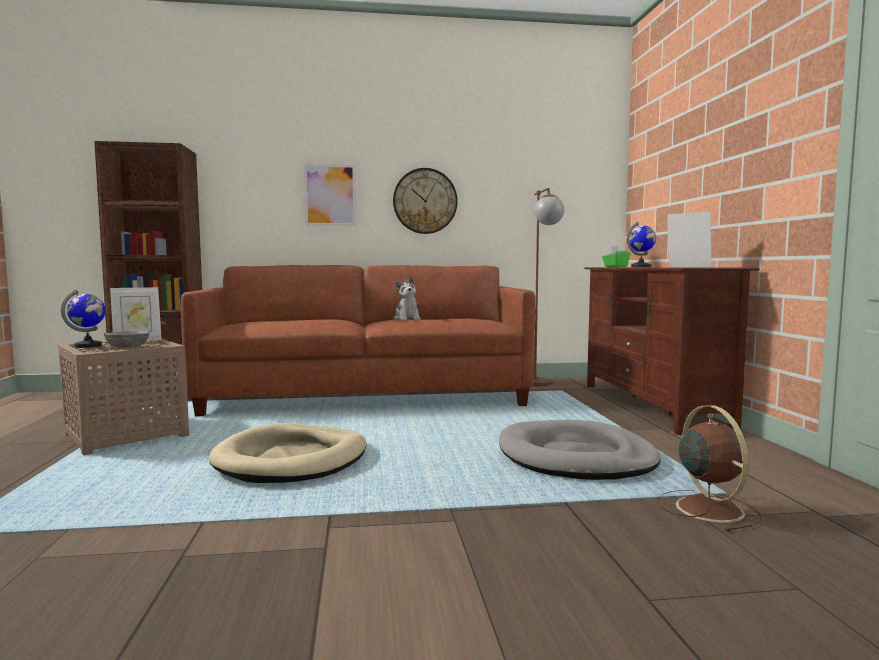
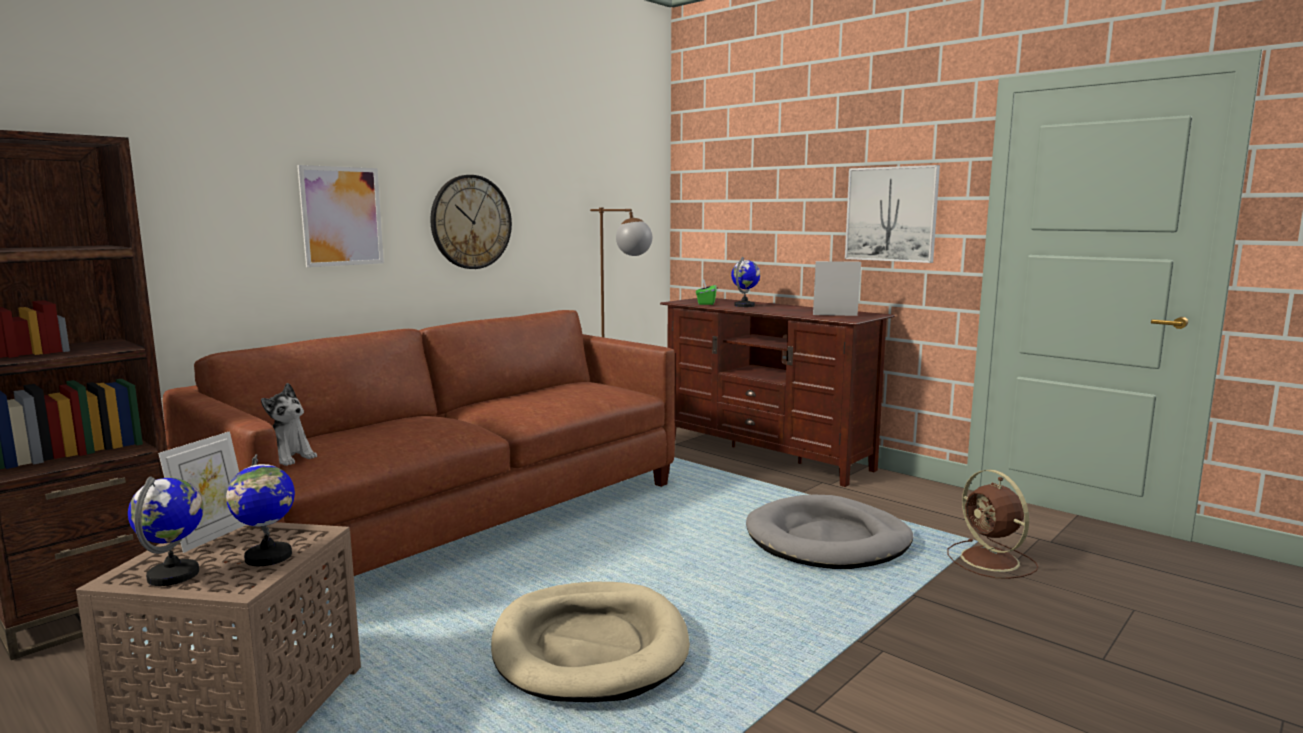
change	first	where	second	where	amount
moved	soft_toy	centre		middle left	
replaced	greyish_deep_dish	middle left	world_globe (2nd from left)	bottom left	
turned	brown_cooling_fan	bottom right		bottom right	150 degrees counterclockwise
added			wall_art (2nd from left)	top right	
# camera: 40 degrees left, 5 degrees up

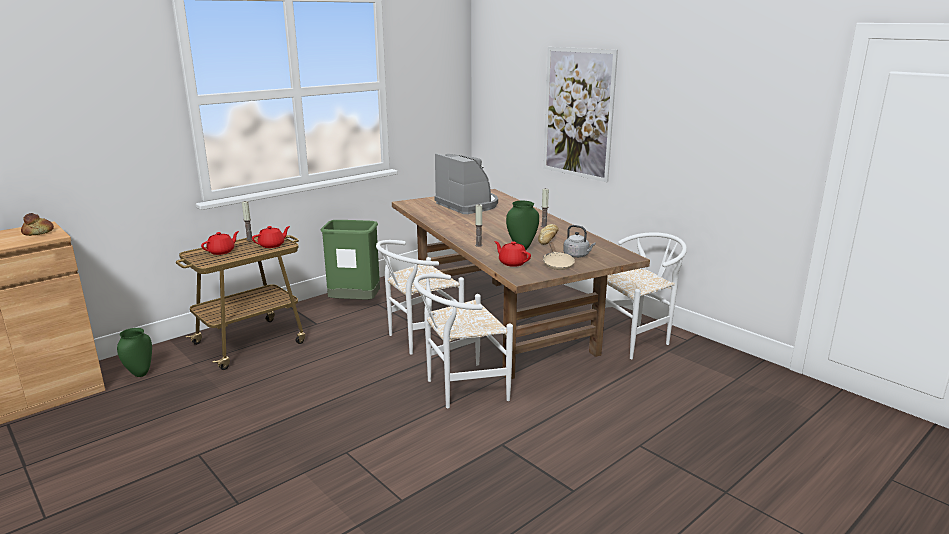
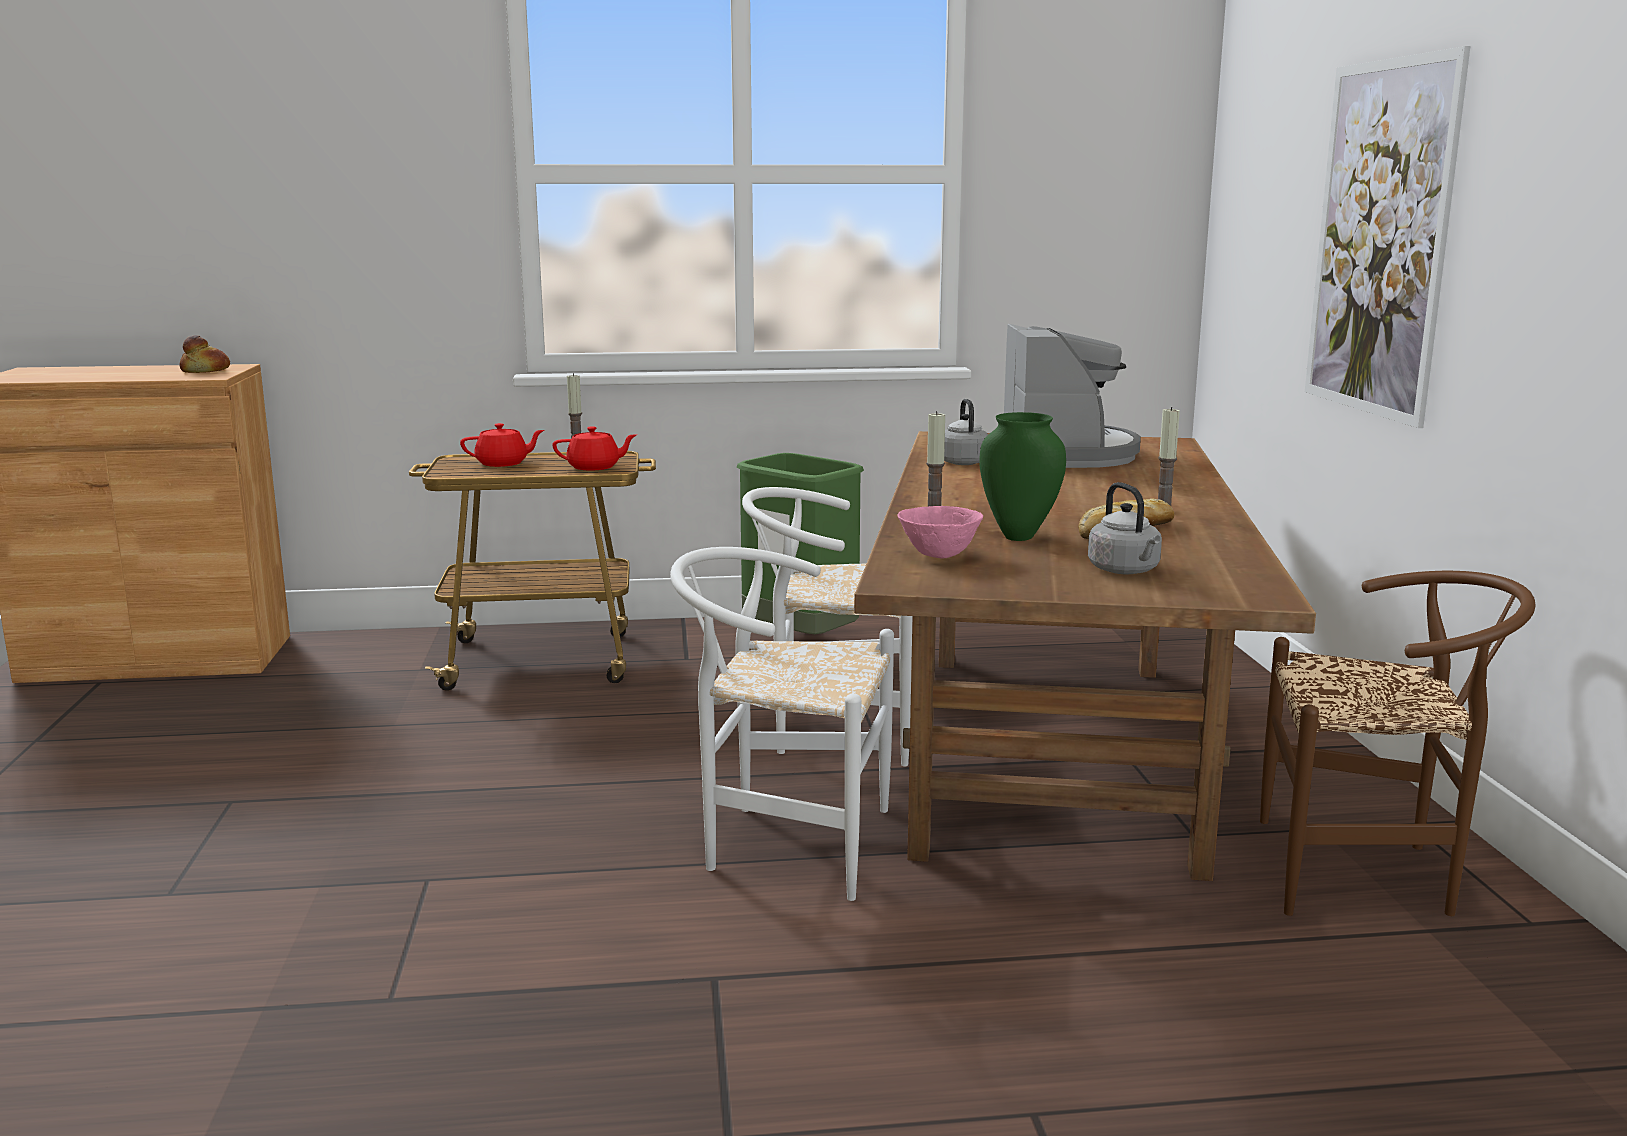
change	first	where	second	where	amount
recoloured	whitish_chair (3rd from left)	middle right	brown_chair	middle right	
replaced	red_pot_for_tea (3rd from left)	centre	pink_deep_dish	centre	
removed	beige-coloured_skillet	centre			
removed	green_decorative_vase (1st from left)	middle left			
added			greyish_water_kettle (1st from left)	centre	
# camera: 35 degrees right, 5 degrees down

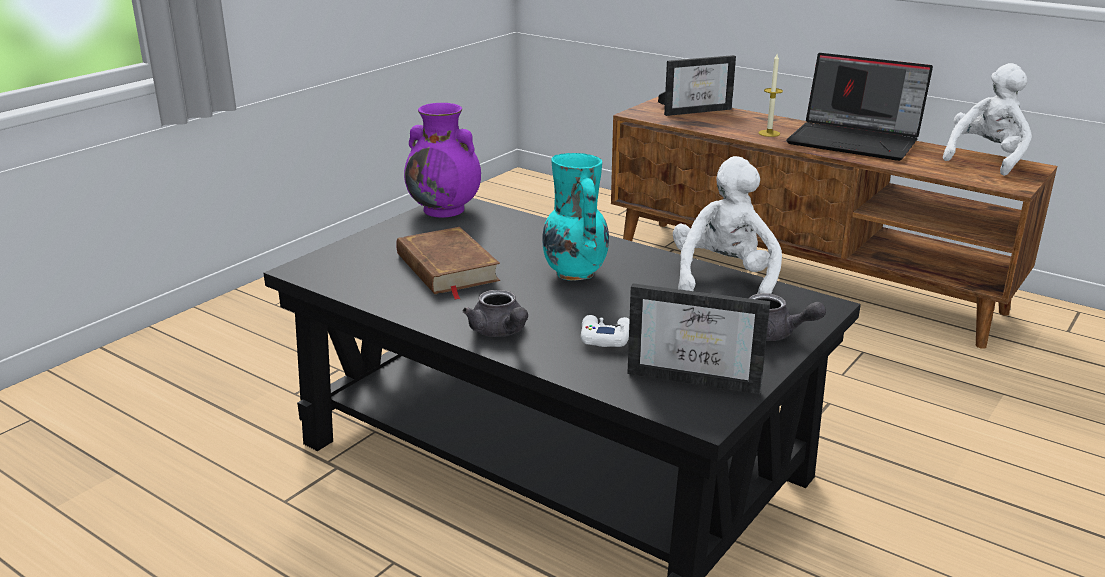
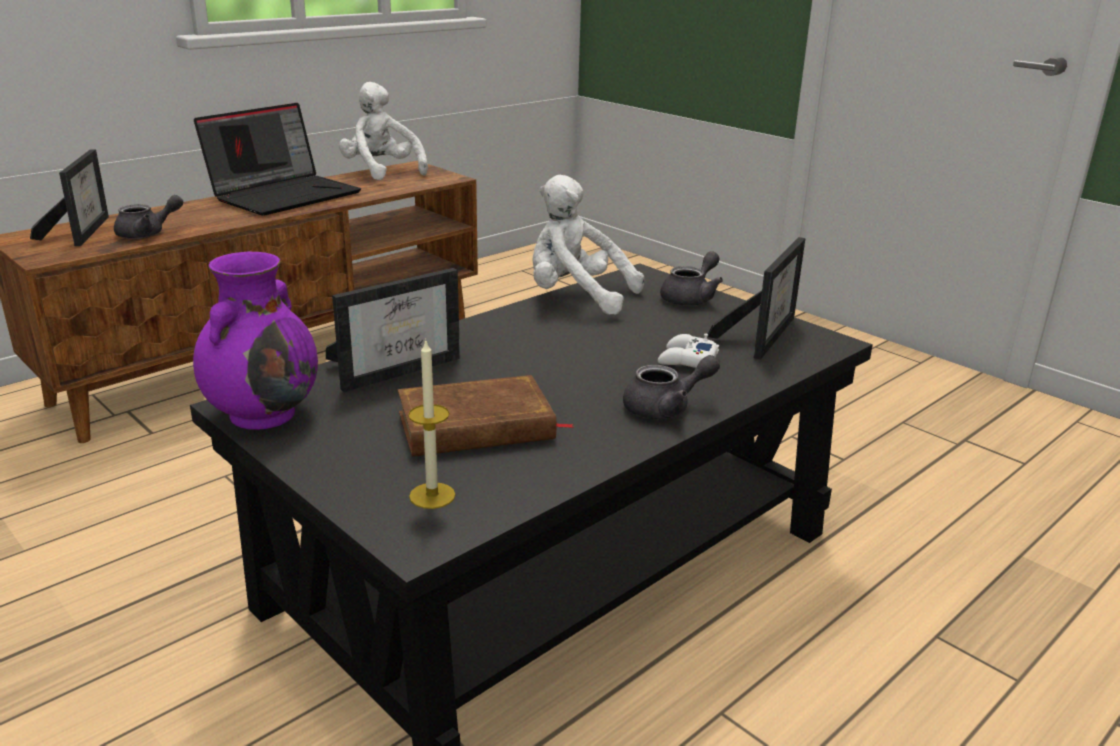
change	first	where	second	where	amount
moved	wax_light	top right		centre	
removed	turquoise_decorative_vase	centre			
added			greyish_pot_for_tea (1st from left)	top left	
added			picture_frame (2nd from left)	centre	
# camera: 80 degrees left, 0 degrees up

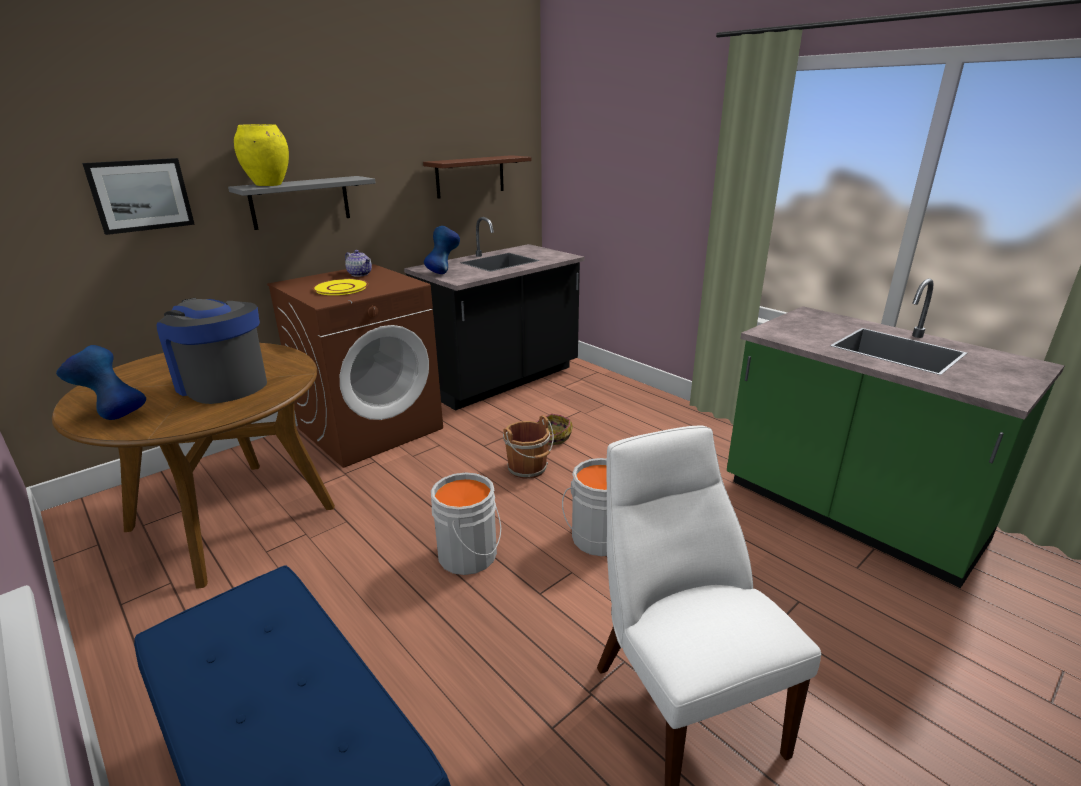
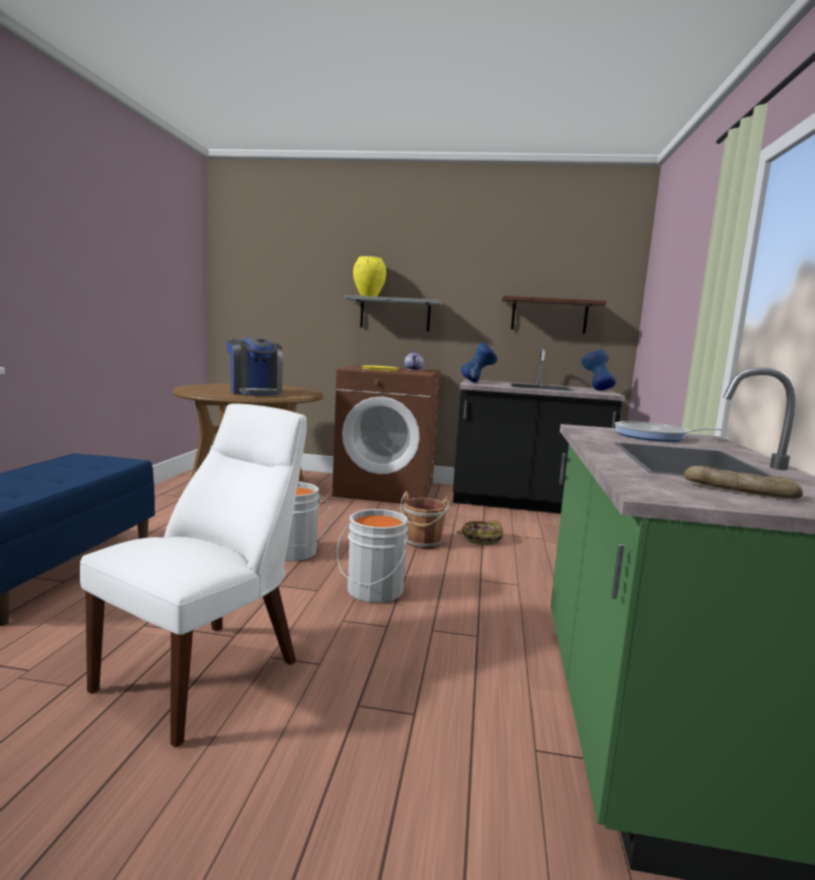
change	first	where	second	where	amount
removed	wall_art	top left			
turned	coffee_machine	middle left		middle left	150 degrees clockwise
moved	blue_decorative_vase (1st from left in the first image)	middle left	blue_decorative_vase (2nd from left)	middle right	
added			skillet	middle right	
added			bakery_bread	middle right	
# camera: 50 degrees right, 15 degrees down

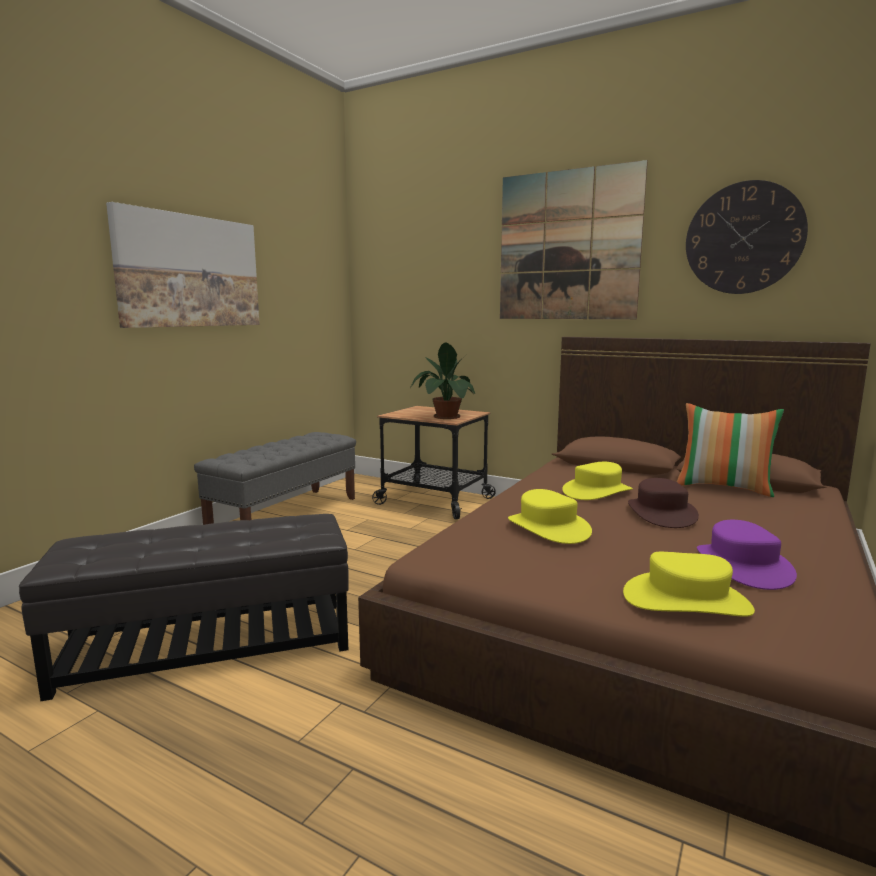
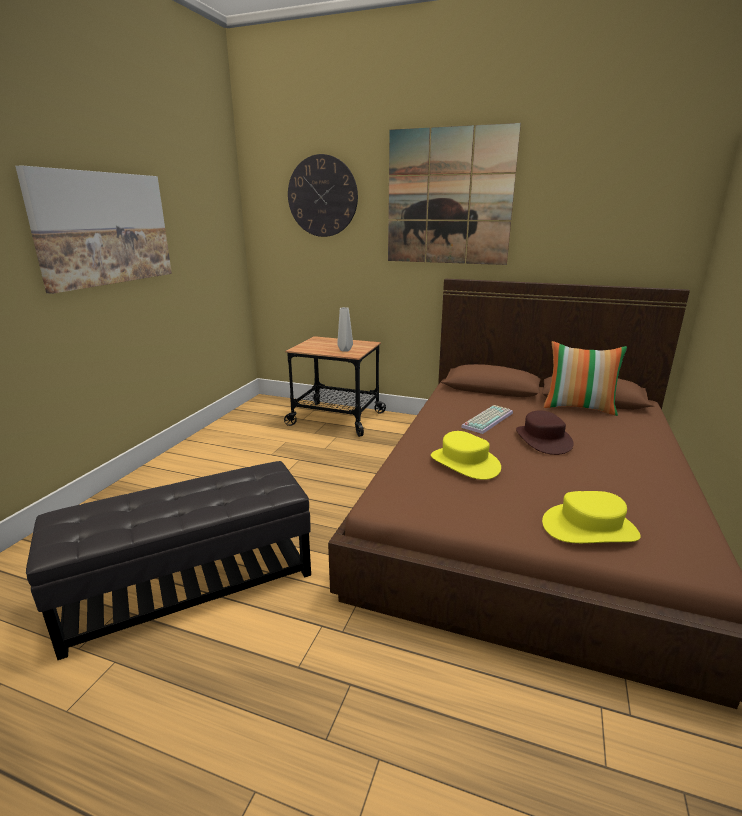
change	first	where	second	where	amount
moved	hanging_clock	top right		top centre	
replaced	houseplant	centre	greyish_decorative_vase	centre	
removed	greyish_long_seat	middle left			
replaced	yellow-coloured_clothing_hat (2nd from left)	middle right	keyboard	centre	
removed	purplish_clothing_hat	middle right			
# camera: 10 degrees left, 10 degrees up

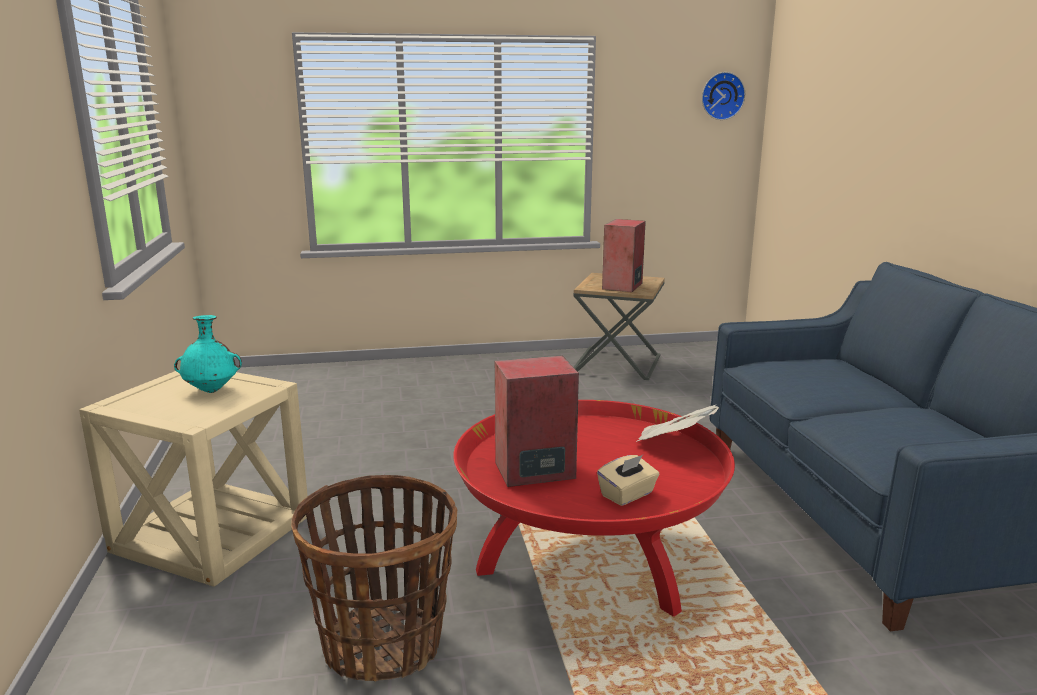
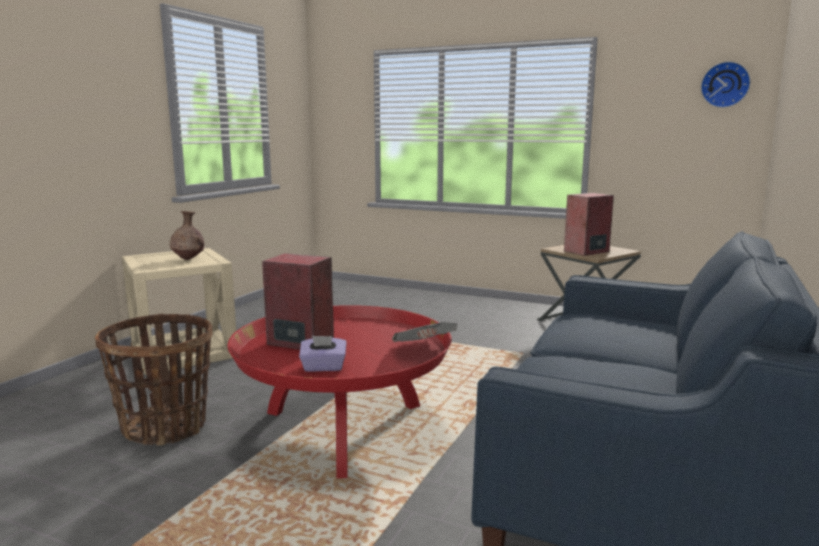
change	first	where	second	where	amount
recoloured	turquoise_decorative_vase	middle left	brown_decorative_vase	middle left	
recoloured	beige-coloured_tissue_holder	bottom centre	purplish_tissue_holder	centre	
# camera: 35 degrees right, 5 degrees down

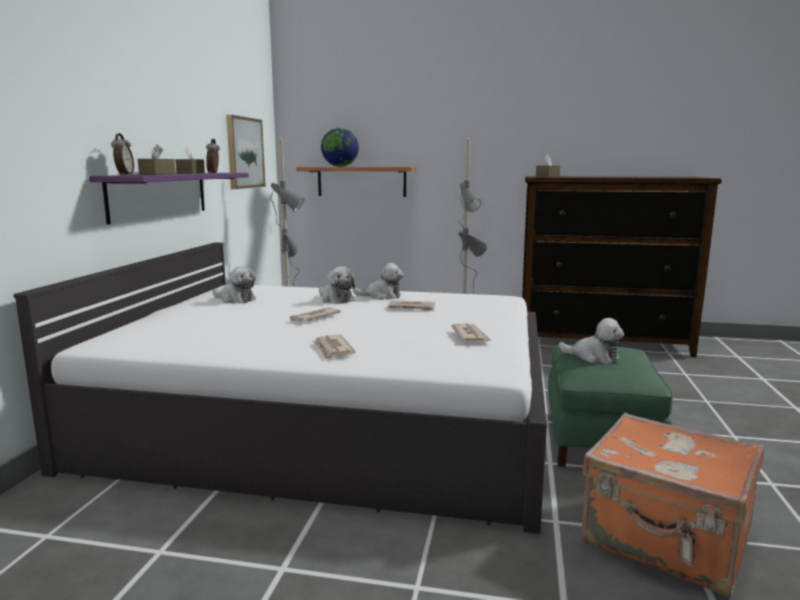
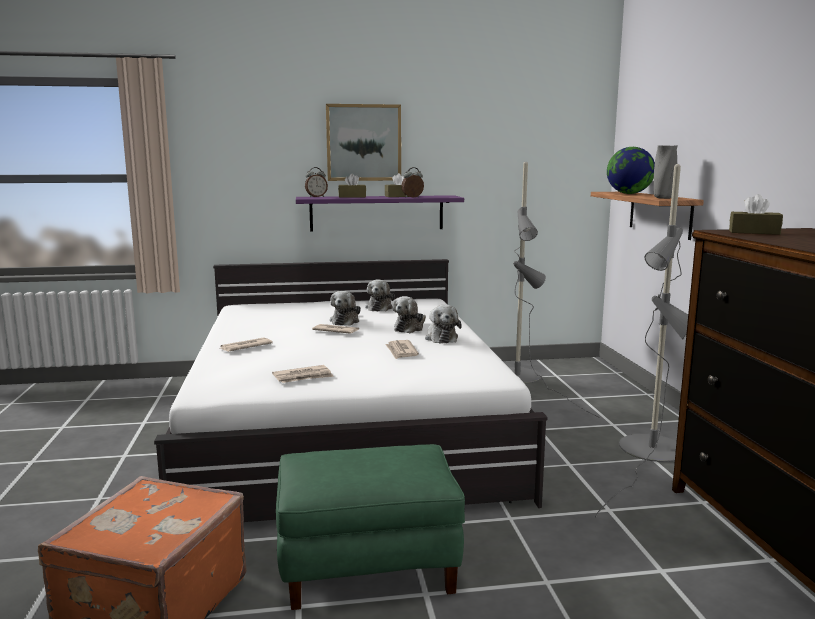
change	first	where	second	where	amount
moved	wall_art	top left		top centre	
moved	soft_toy (4th from left in the first image)	middle right	soft_toy (1st from left)	centre	
added			greyish_decorative_vase	top right	
# camera: 70 degrees right, 0 degrees up

